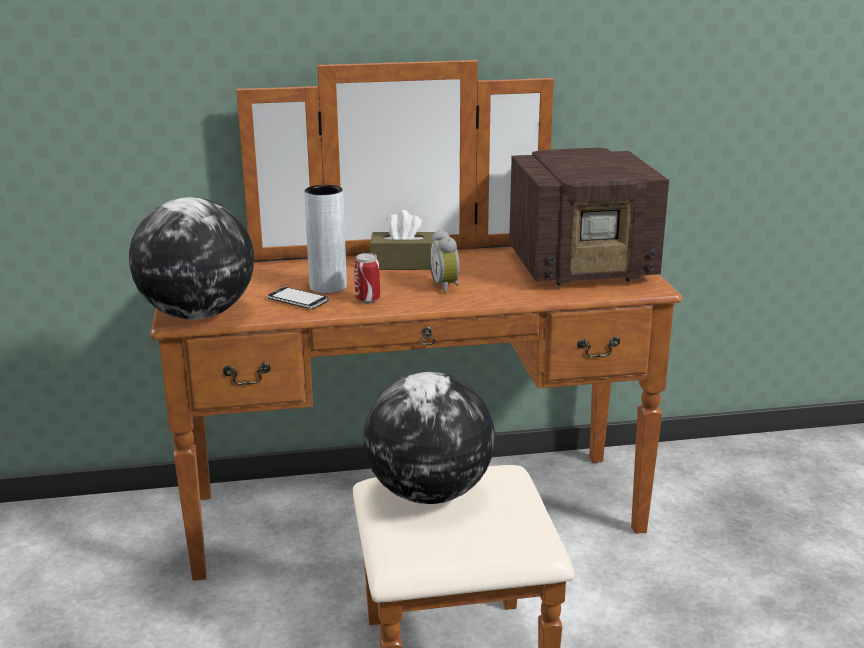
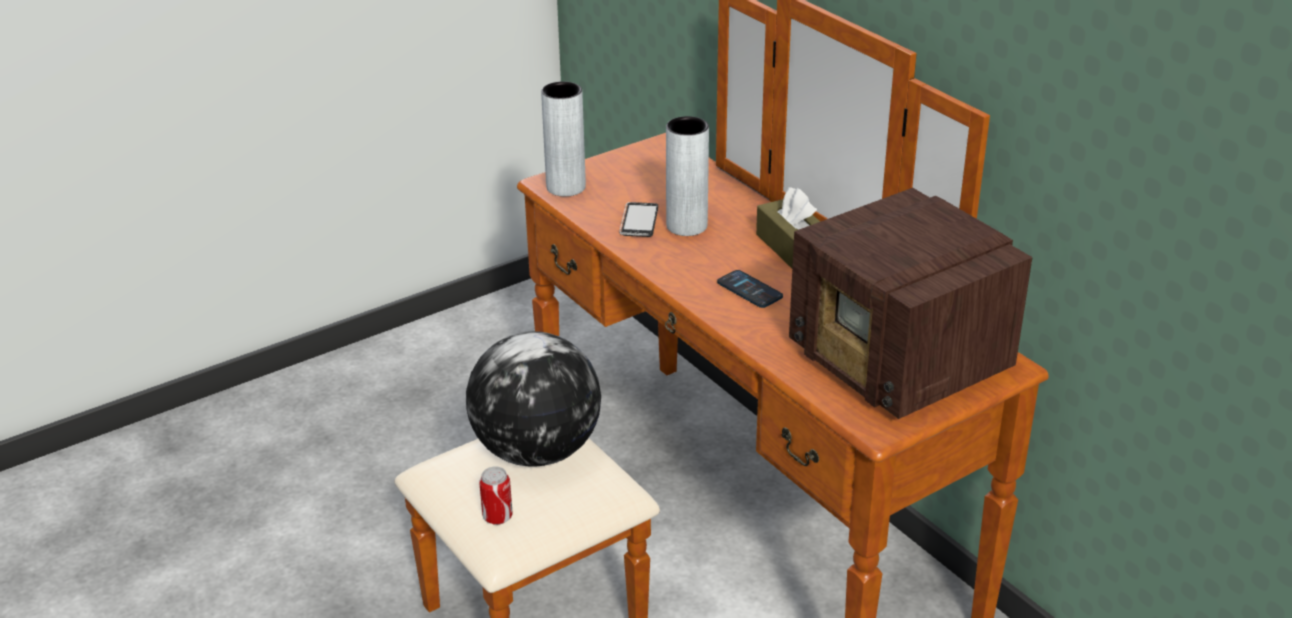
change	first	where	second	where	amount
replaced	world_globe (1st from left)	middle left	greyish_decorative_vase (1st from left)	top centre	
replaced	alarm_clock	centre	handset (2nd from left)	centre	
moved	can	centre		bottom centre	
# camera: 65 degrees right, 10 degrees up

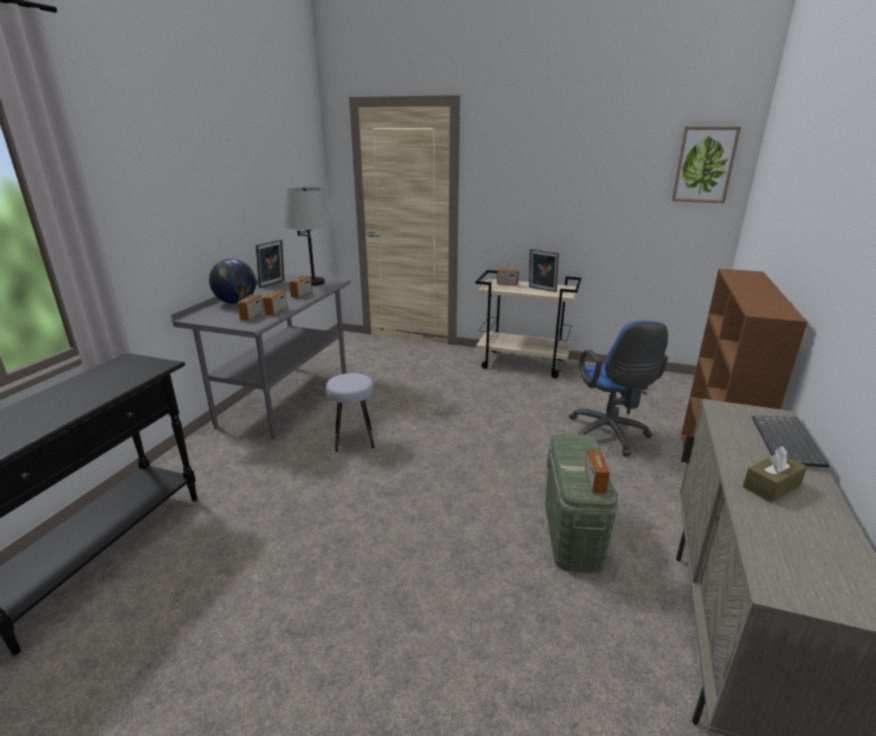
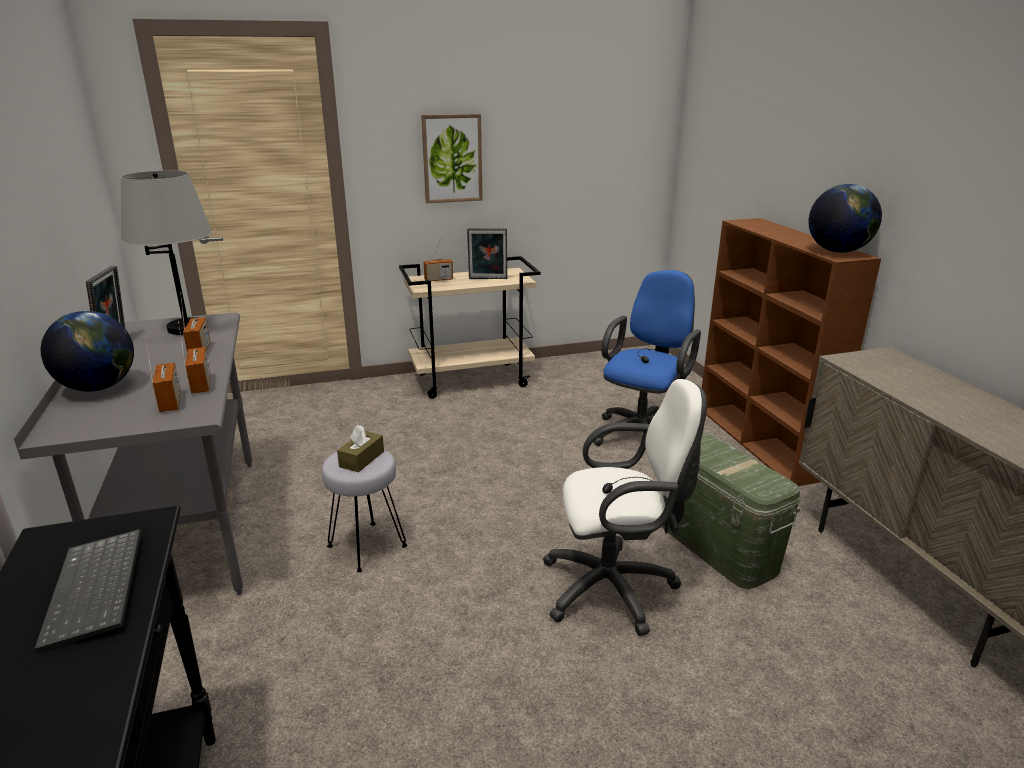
change	first	where	second	where	amount
moved	wall_art	top right		top centre	
turned	blue_computer_chair	middle right		centre	105 degrees counterclockwise
moved	keyboard	middle right		bottom left	
removed	radio (5th from left)	middle right			
moved	brown_tissue_holder	middle right		centre	
added			world_globe (2nd from left)	top right	
added			whitish_computer_chair	centre	
# camera: 35 degrees left, 0 degrees up

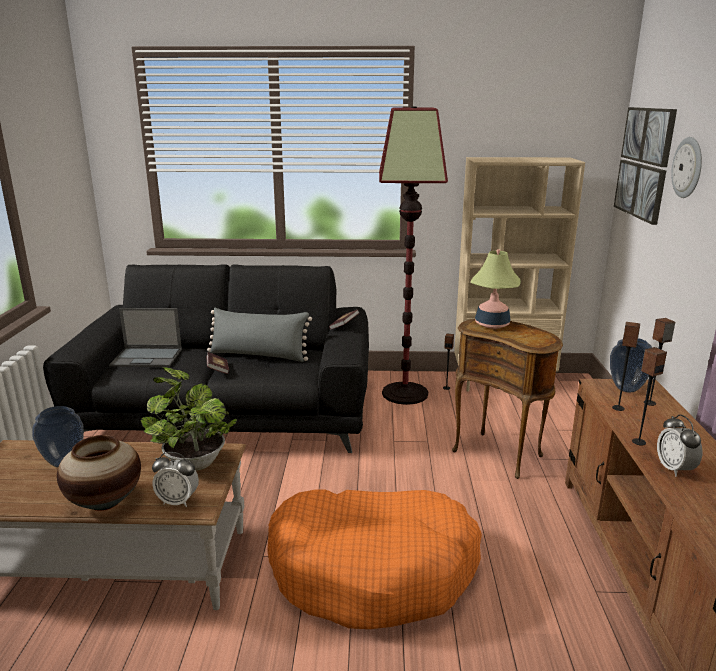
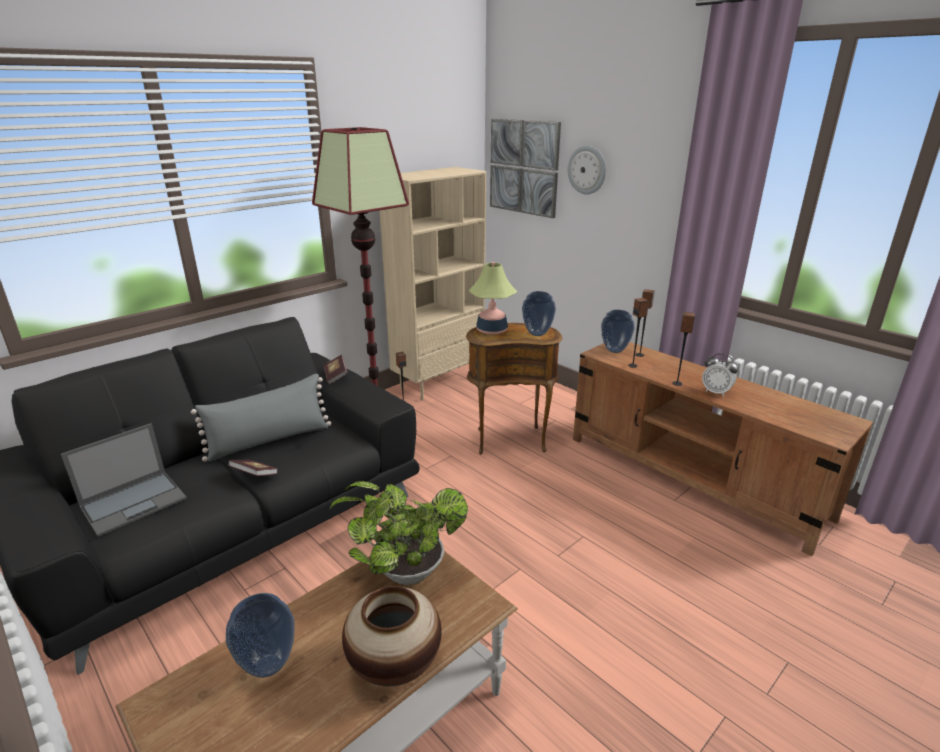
change	first	where	second	where	amount
removed	alarm_clock (1st from left)	bottom left			
removed	orangey_dog_bed	bottom centre			
added			decorative_vase (3rd from left)	centre	
# camera: 45 degrees left, 5 degrees up

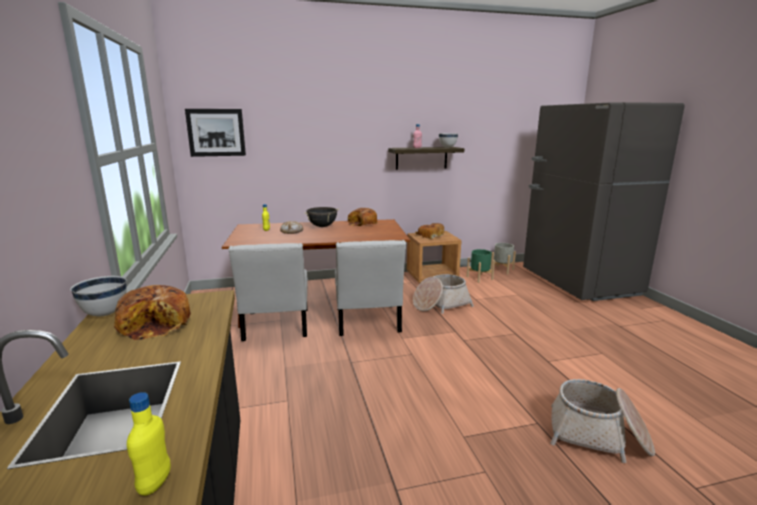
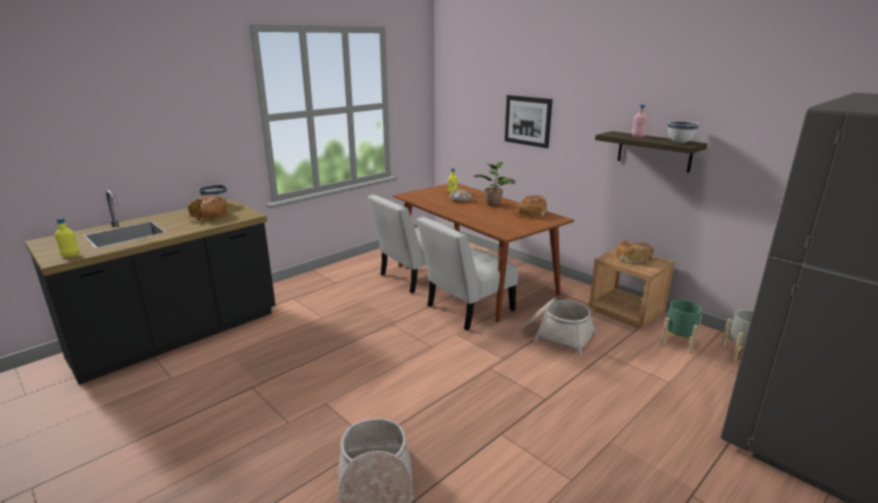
change	first	where	second	where	amount
moved	wall_art	top left		top centre	
replaced	blackish_saucepot	centre	houseplant	centre	
# camera: 60 degrees right, 5 degrees up

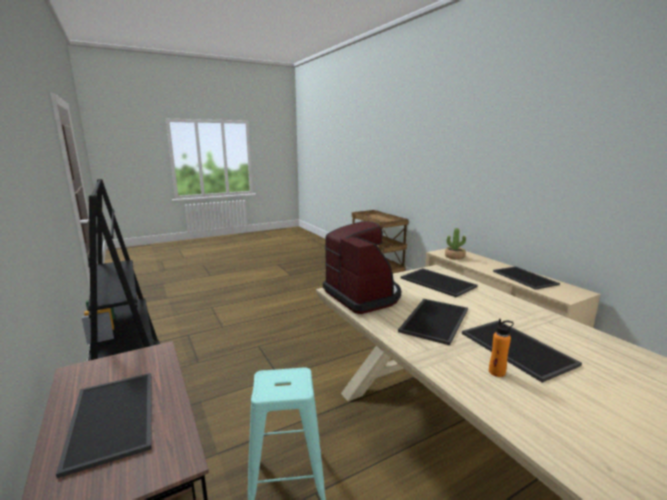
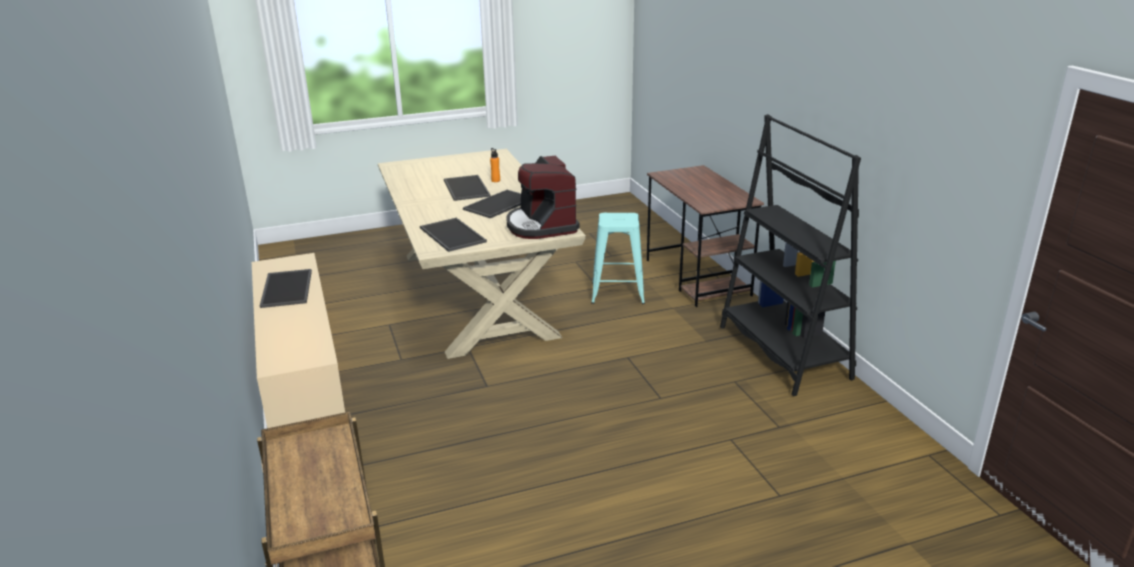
change	first	where	second	where	amount
removed	houseplant	middle right			
removed	tray (1st from left)	bottom left			
# camera: 170 degrees left, 10 degrees up

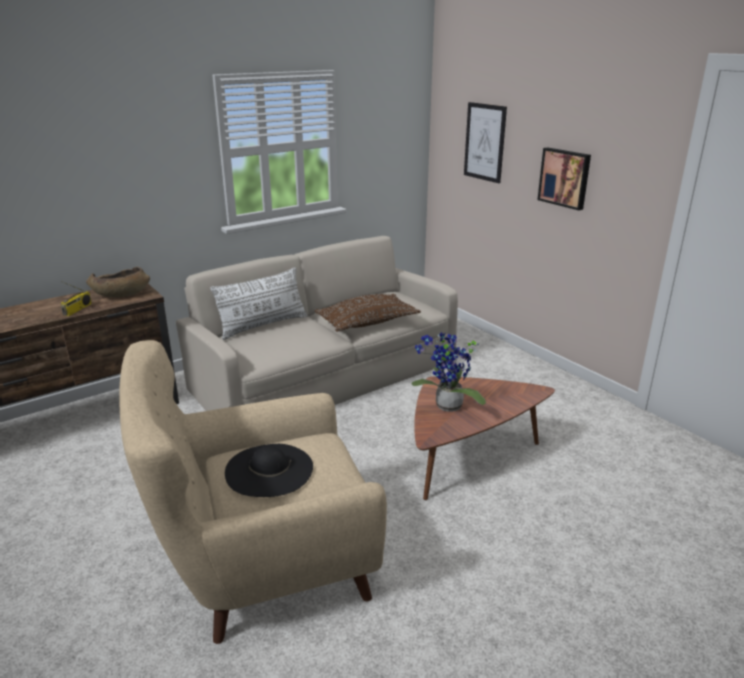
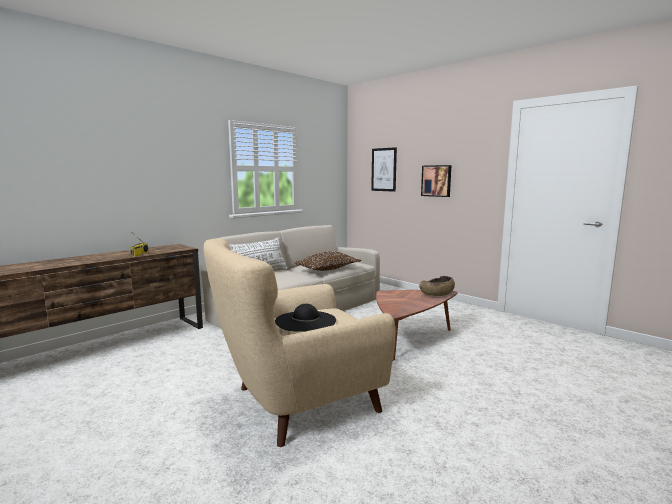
change	first	where	second	where	amount
moved	brown_deep_dish	middle left		centre	
removed	houseplant	centre			
# camera: 10 degrees left, 15 degrees down

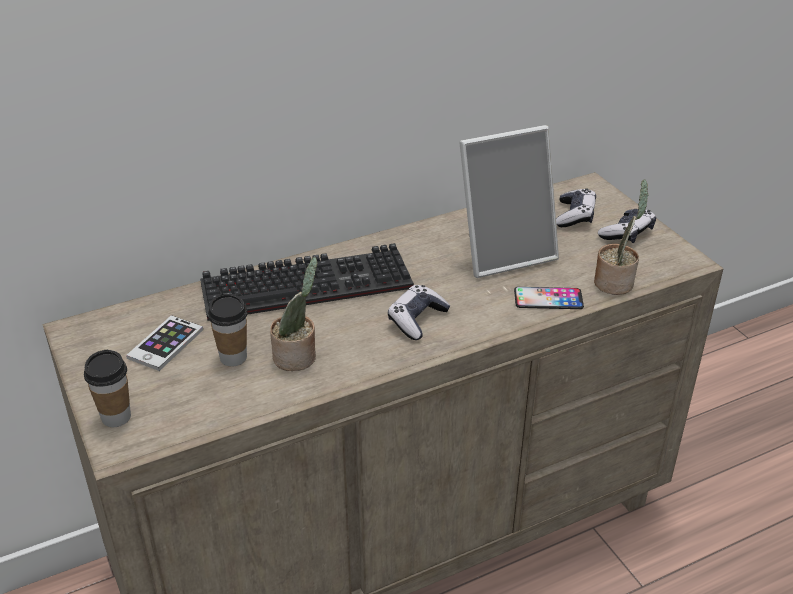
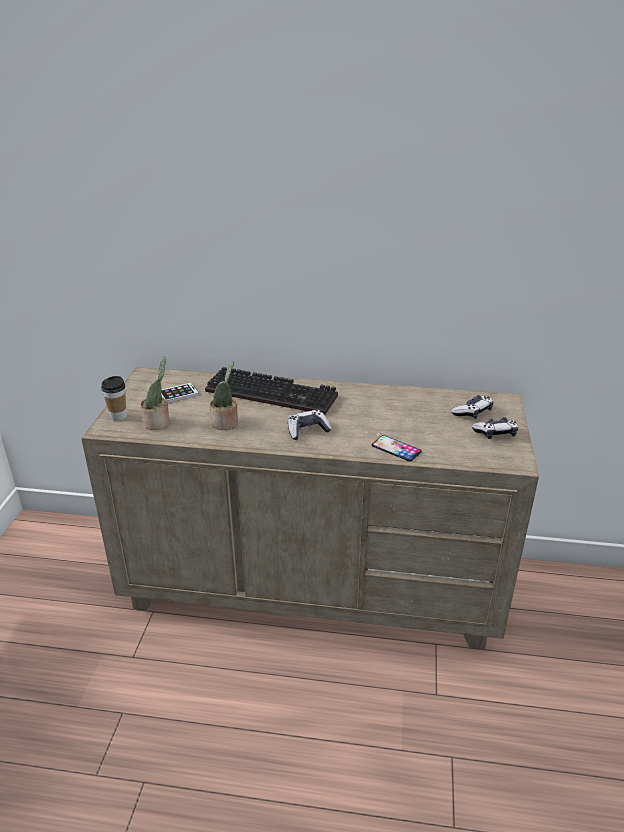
change	first	where	second	where	amount
removed	picture_frame	centre			
moved	houseplant (2nd from left in the first image)	middle right	houseplant (1st from left)	middle left	
removed	small_cup (2nd from left)	middle left			
# camera: 35 degrees right, 5 degrees down

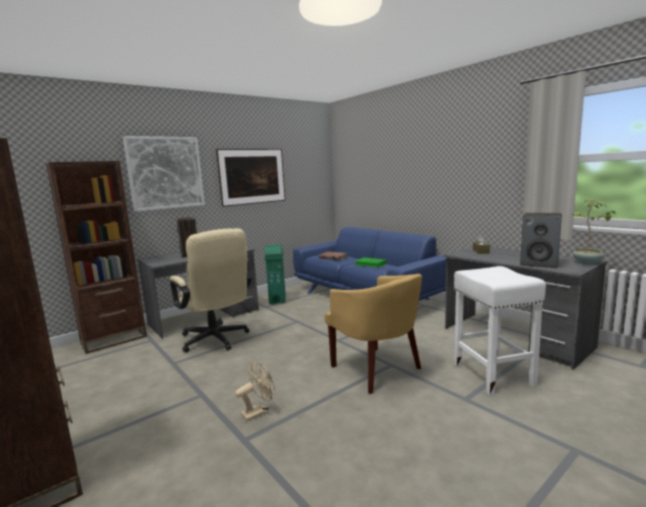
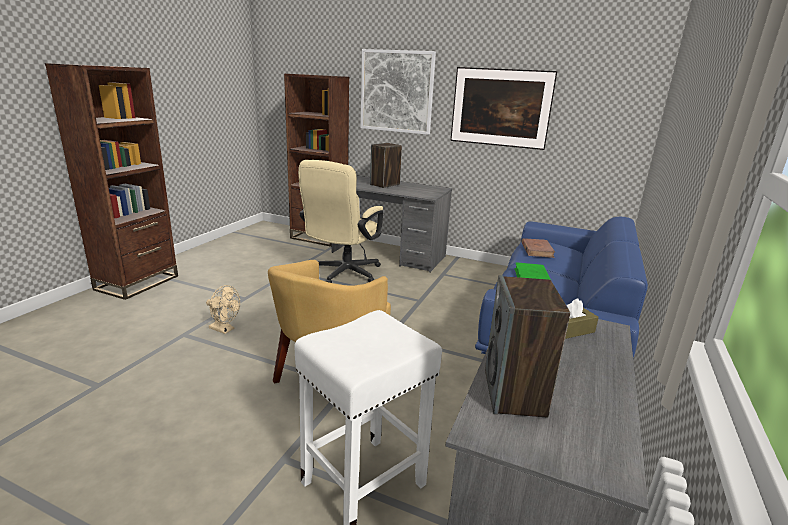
change	first	where	second	where	amount
removed	houseplant	middle right			
removed	green_rubbish_bin	centre			
# camera: 60 degrees right, 10 degrees up

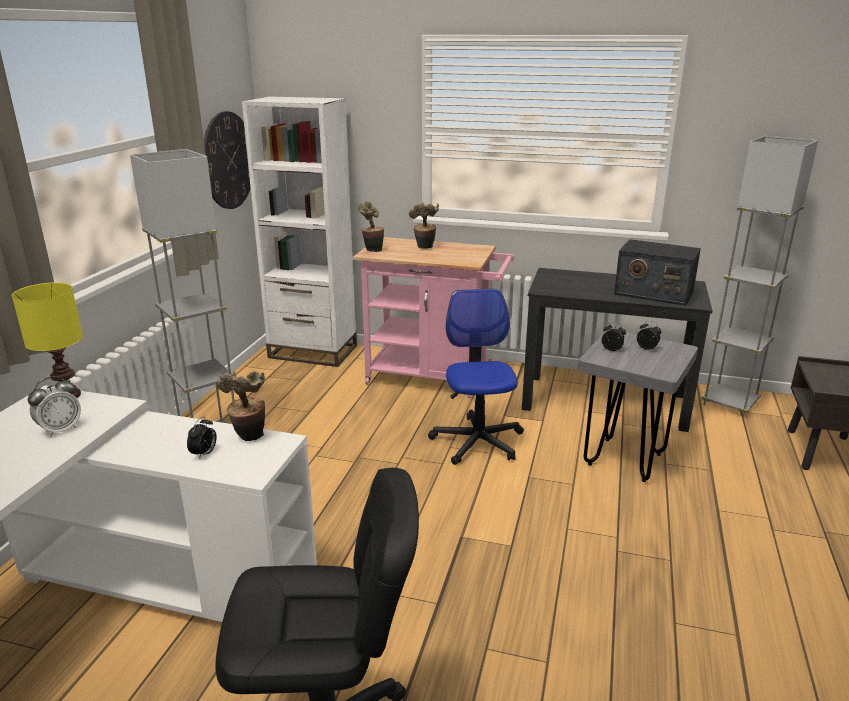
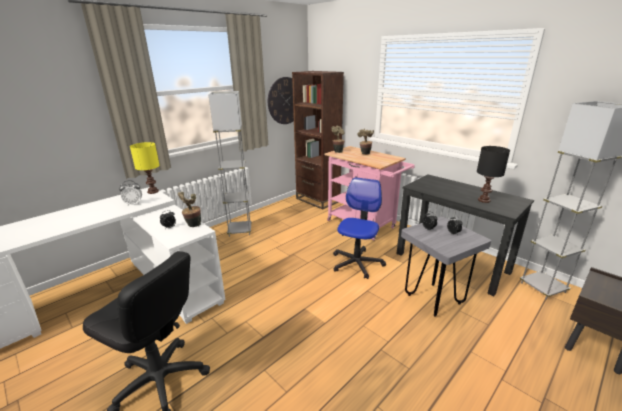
change	first	where	second	where	amount
recoloured	whitish_shelving_unit	top centre	brown_shelving_unit	centre	
replaced	radio	middle right	blackish_table_lamp	middle right	
# camera: 30 degrees right, 0 degrees up

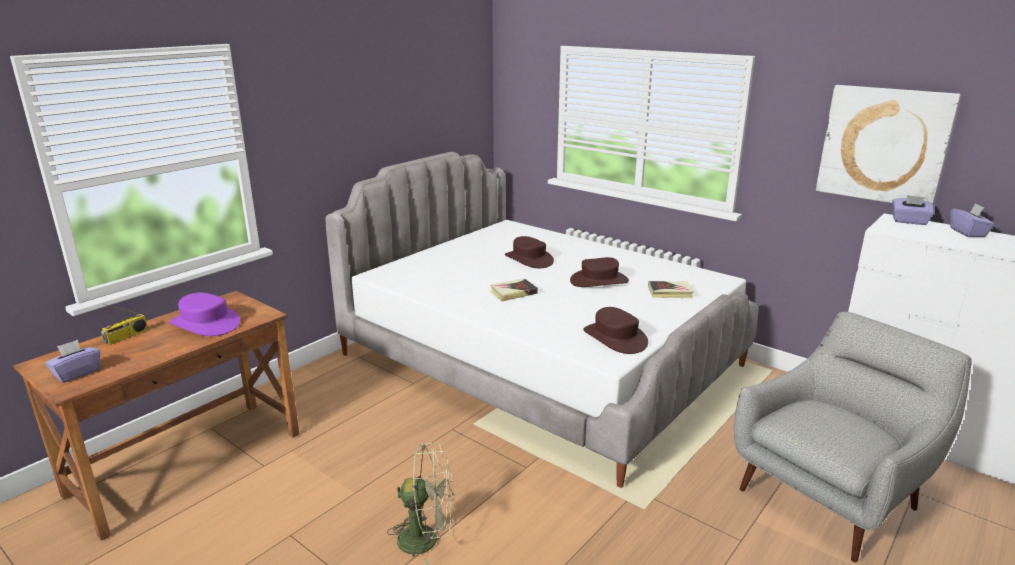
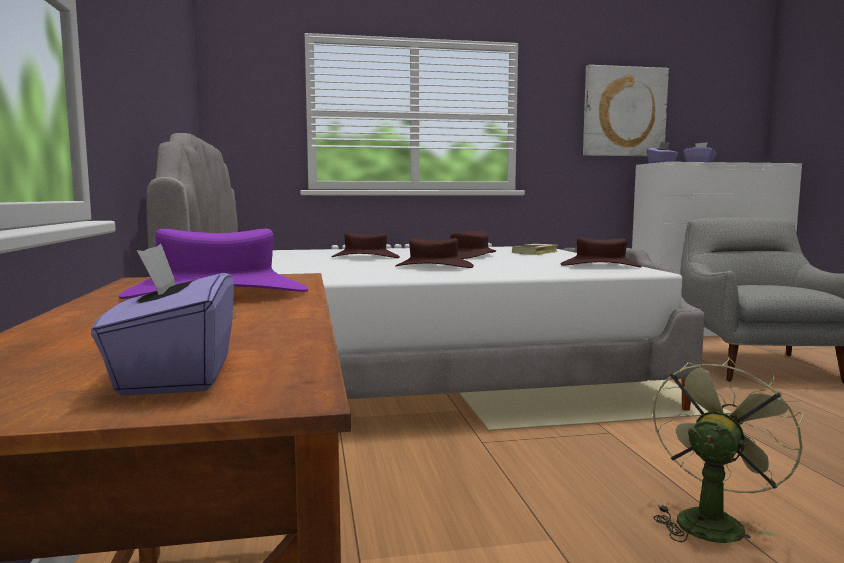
change	first	where	second	where	amount
replaced	volume (1st from left)	centre	brown_clothing_hat (2nd from left)	centre	
removed	radio	middle left			
# camera: 50 degrees left, 15 degrees down

